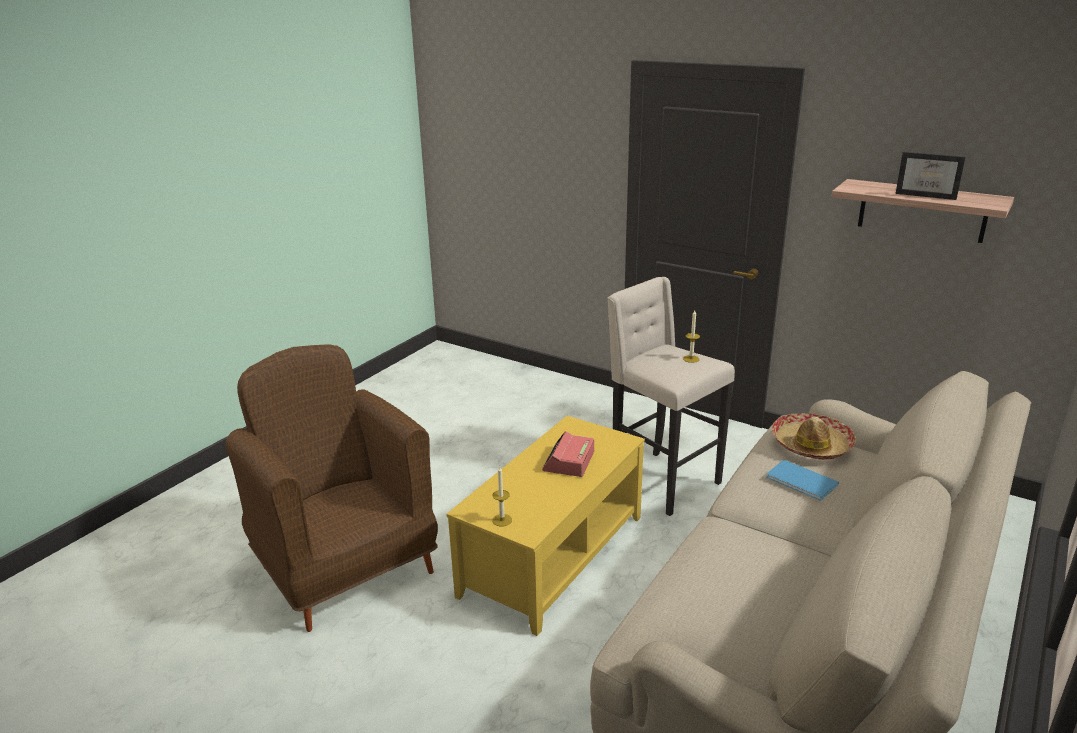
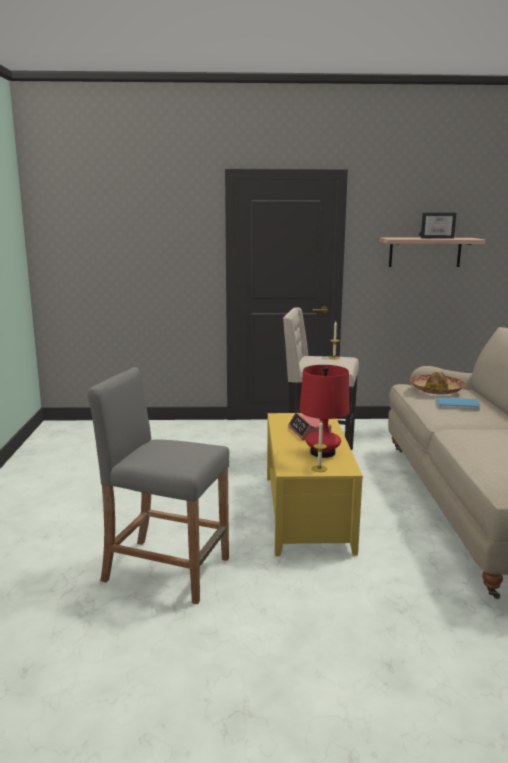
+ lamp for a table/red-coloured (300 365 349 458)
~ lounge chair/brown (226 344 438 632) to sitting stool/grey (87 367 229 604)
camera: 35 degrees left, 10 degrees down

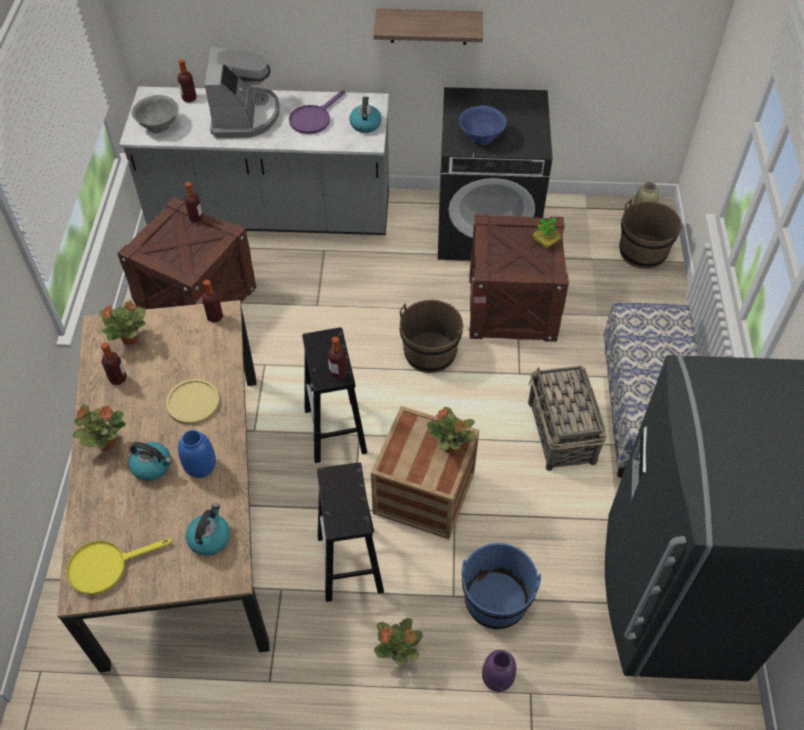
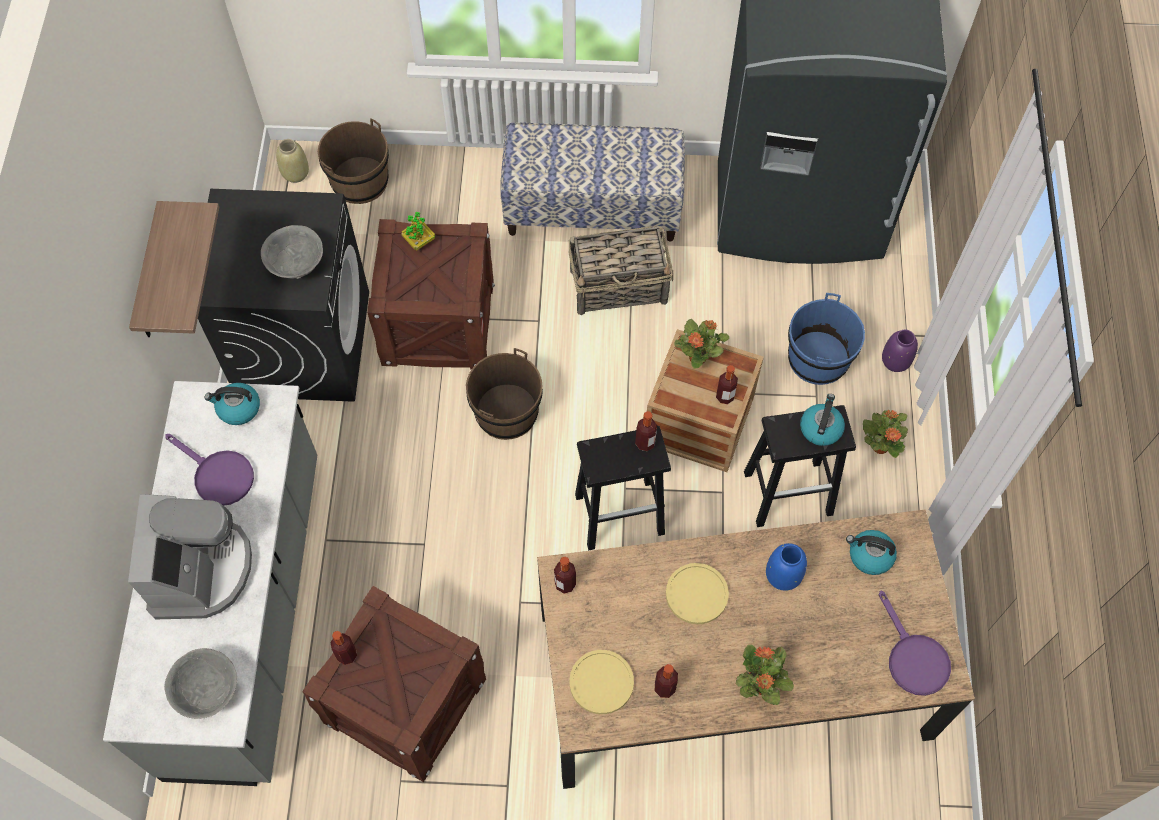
~ kettle (128 442 172 481) to (800 394 845 446)
~ bottle (178 59 197 103) to (716 365 738 404)
~ houseplant (99 300 146 345) to flat dish/yellowish (570 650 634 714)
~ pan/yellowish (66 538 172 595) to pan/purple (879 590 951 696)
~ serving bowl/bluish (459 105 507 145) to serving bowl/grey (261 225 323 279)
~ coffee machine (205 46 279 138) = (128 494 252 619) 90 degrees clockwise
camera: 90 degrees left, 10 degrees up

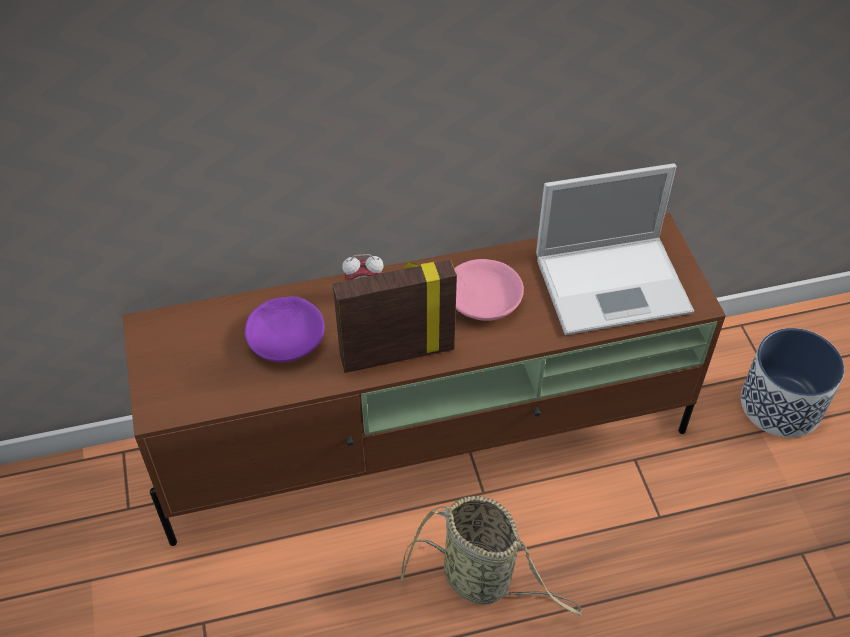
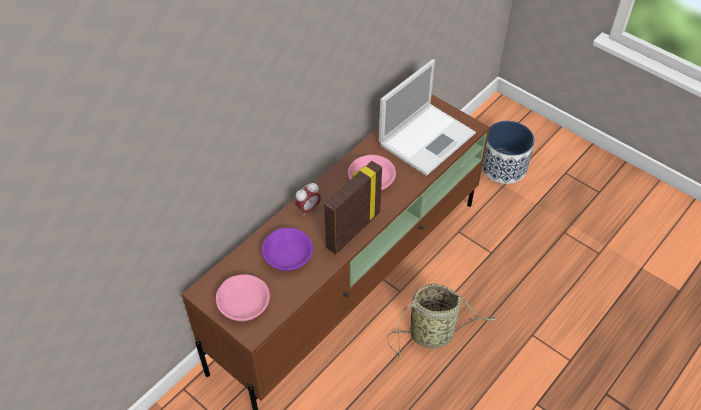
+ serving bowl/pink-coloured (216 274 270 321)
camera: 35 degrees left, 0 degrees up

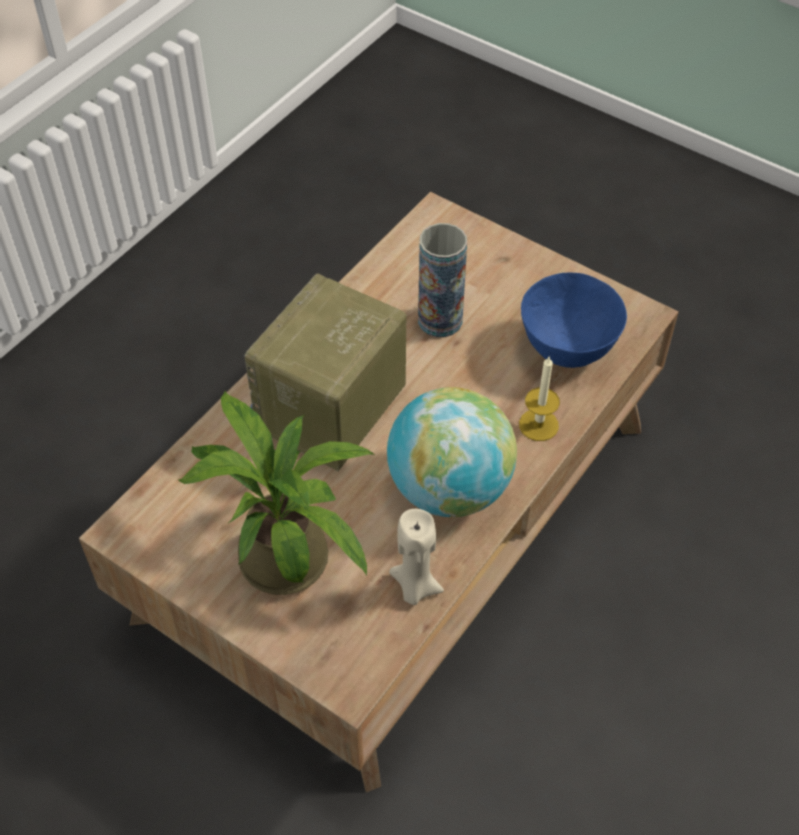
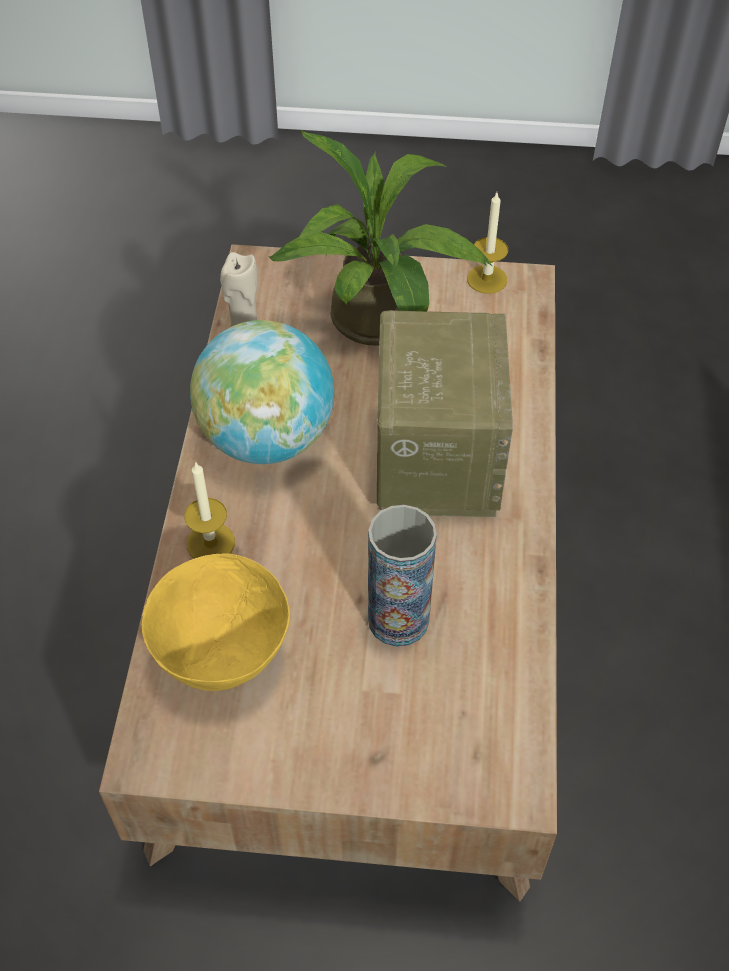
+ wax light (467 193 508 294)
~ serving bowl/bluish (521 273 627 368) to serving bowl/yellowish (142 553 290 691)
camera: 150 degrees right, 0 degrees up

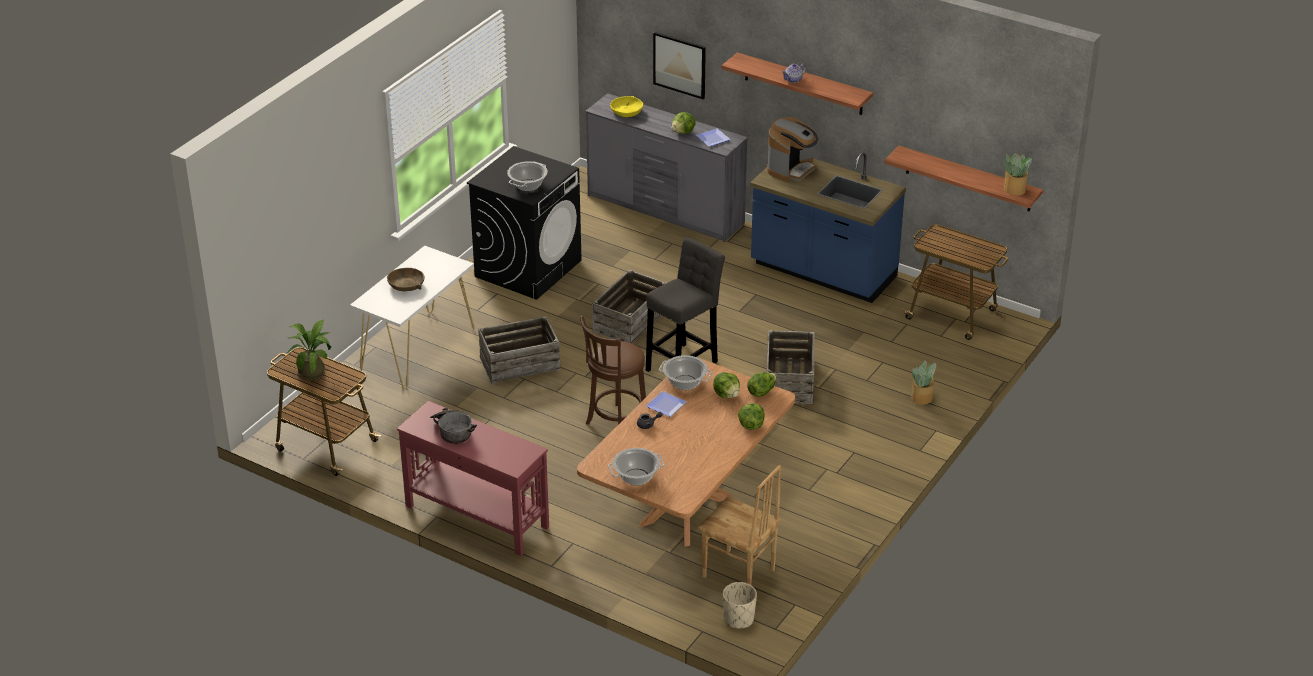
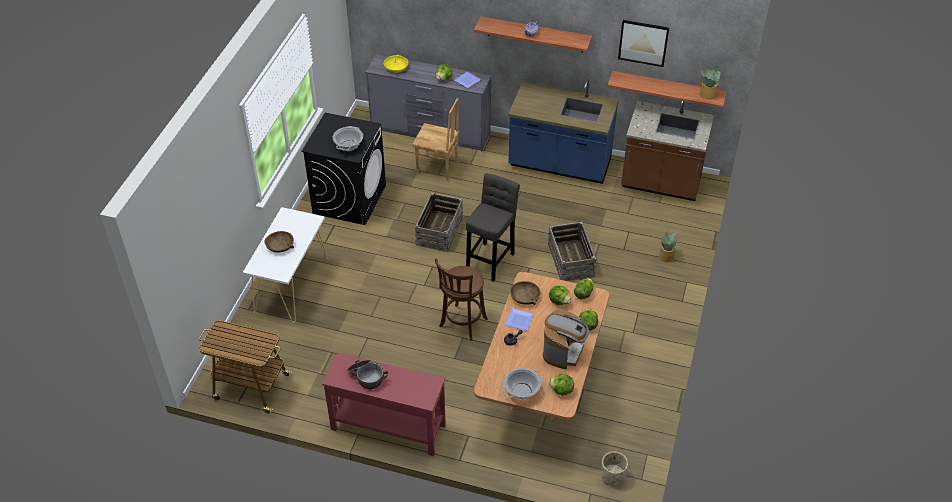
- houseplant (287 320 331 381)
- packing crate (478 316 560 384)
+ lettuce (549 374 574 396)
~ wall picture (653 32 706 99) to (618 20 669 67)
~ plain chair/brown (698 465 781 585) to (412 98 459 181)
~ coffee machine (767 117 818 182) to (543 309 589 369)
~ cooking pot (659 355 712 390) to serving bowl/brown (510 281 541 305)
~ cart (902 224 1008 340) to kitchen base unit/brown (621 101 714 201)
camera: 15 degrees left, 10 degrees up

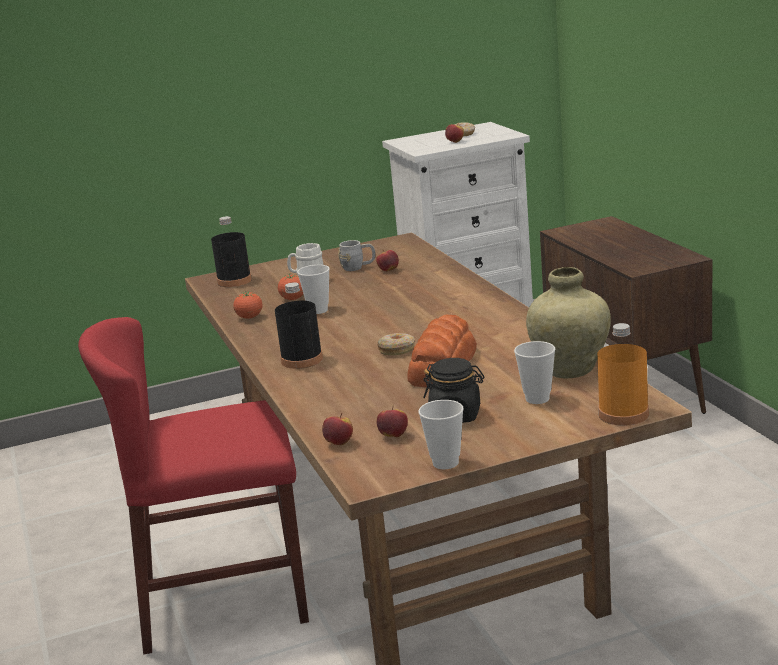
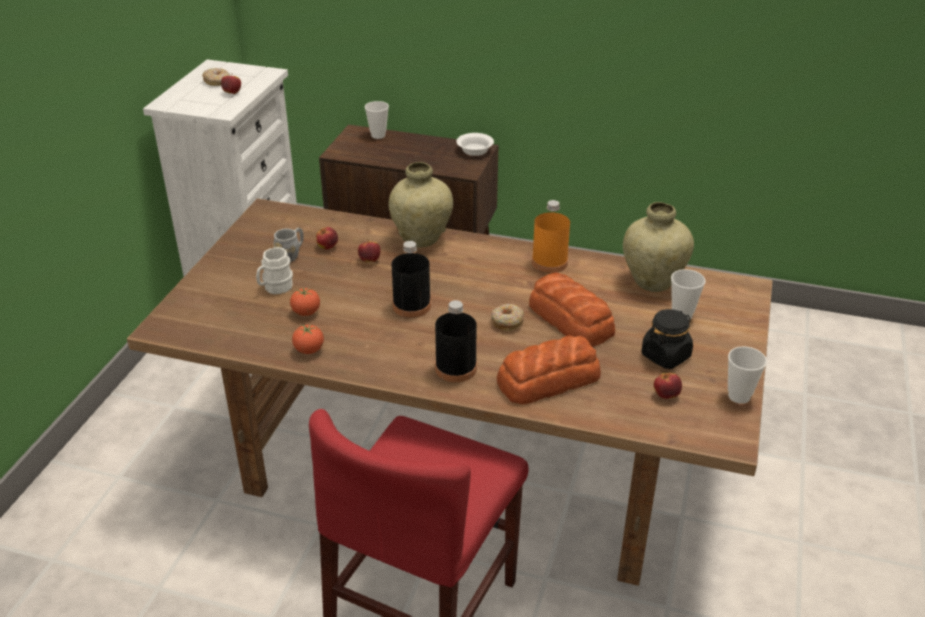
+ decorative vase/beige-coloured (388 162 453 248)
+ serving bowl/white-coloured (456 133 494 156)
+ bread (497 335 601 405)
~ bottle/black (211 216 252 287) to (392 241 431 318)
~ small cup (297 265 330 314) to (365 101 389 139)
~ apple fruit (322 413 353 445) to (358 239 380 262)
~ bottle/orange (597 323 649 426) to (532 200 570 273)
camera: 55 degrees left, 15 degrees up

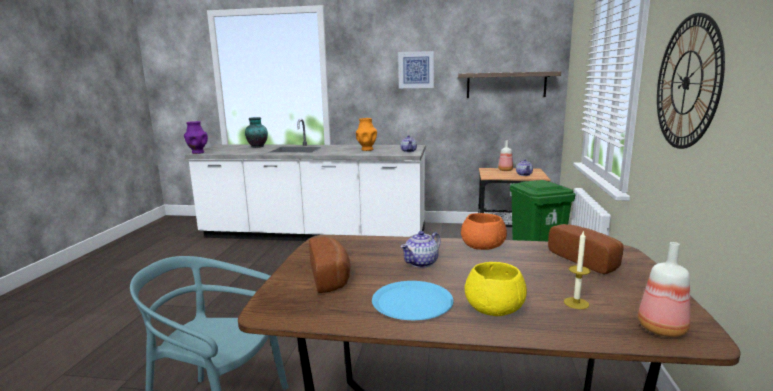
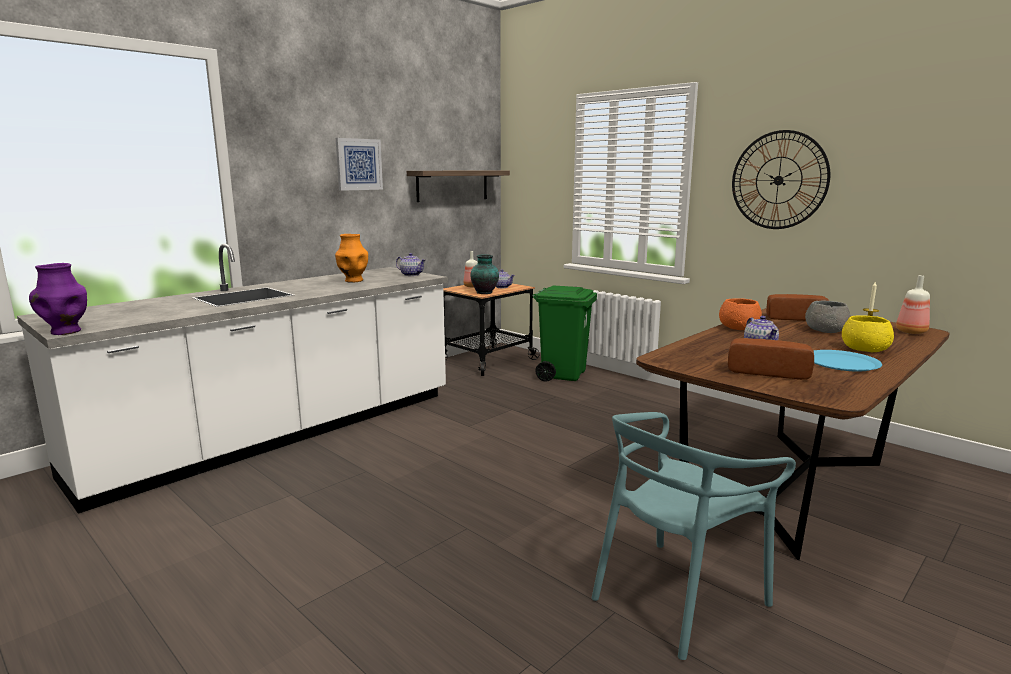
+ serving bowl/grey (805 301 850 333)
~ decorative vase (245 117 268 148) to (470 254 499 294)
camera: 55 degrees left, 0 degrees up

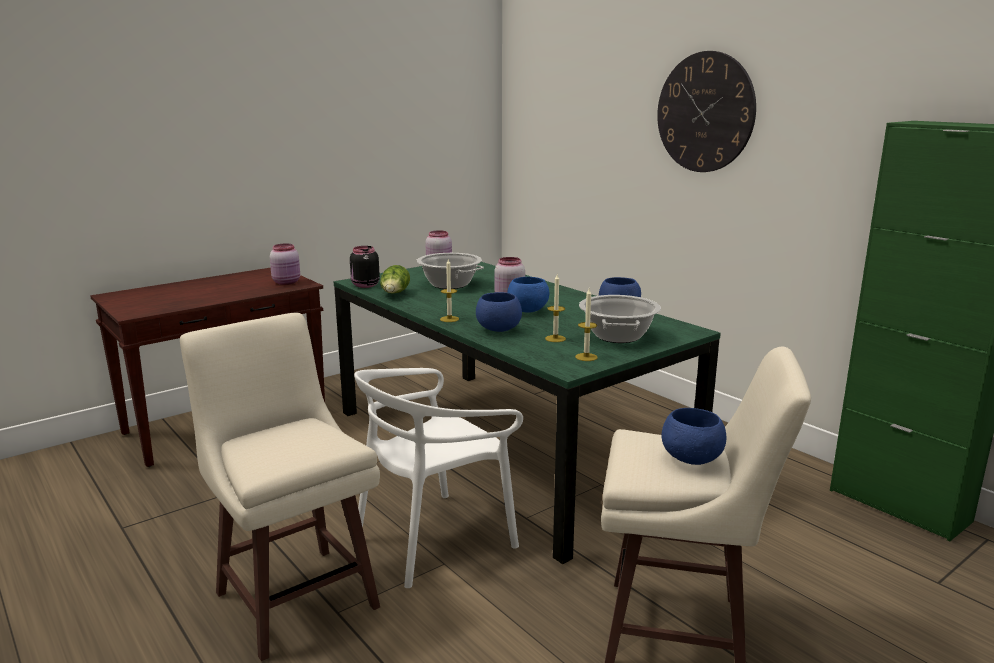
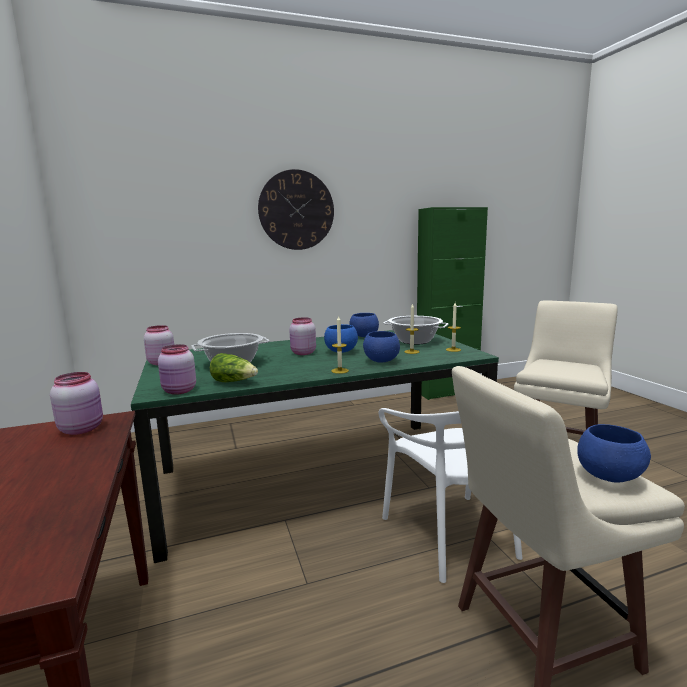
~ serving bowl/bluish (662 408 726 465) to (577 424 651 483)
~ storage jar/black (350 246 380 288) to storage jar/pink-coloured (158 344 196 395)
camera: 70 degrees left, 5 degrees down

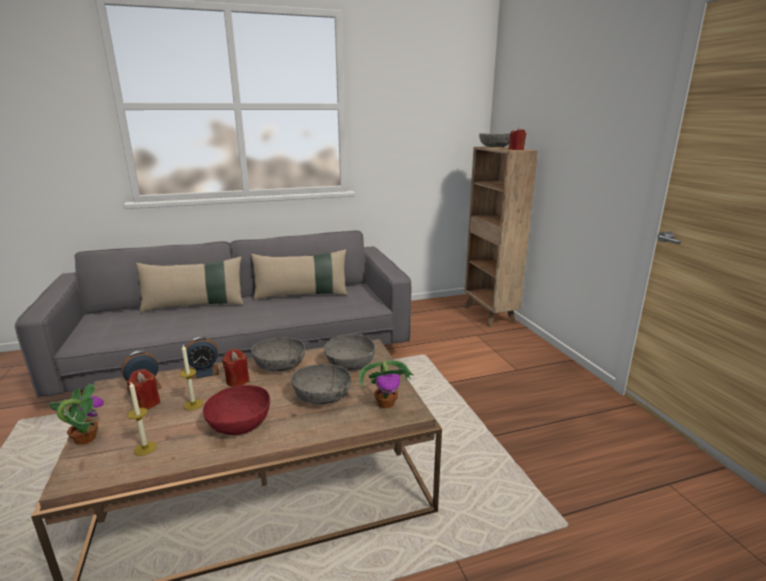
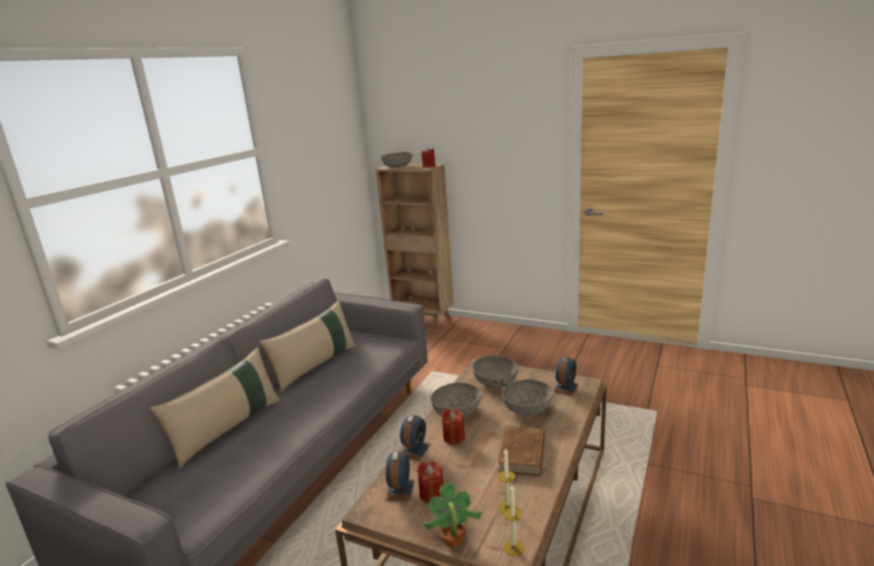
~ wax light (180 345 203 410) to (503 485 525 556)
~ serving bowl/red-coloured (203 385 270 435) to volume/brown (498 426 545 476)
~ houseplant (358 361 414 408) to alarm clock (554 356 579 396)
camera: 45 degrees left, 0 degrees up

